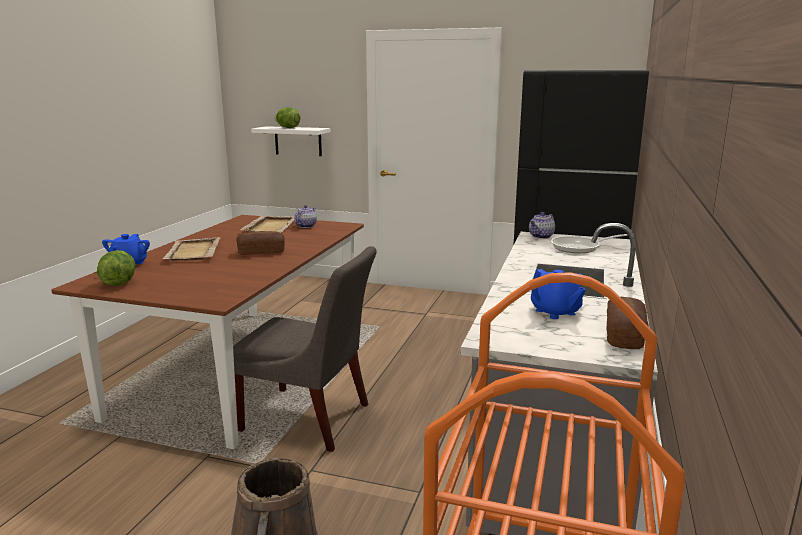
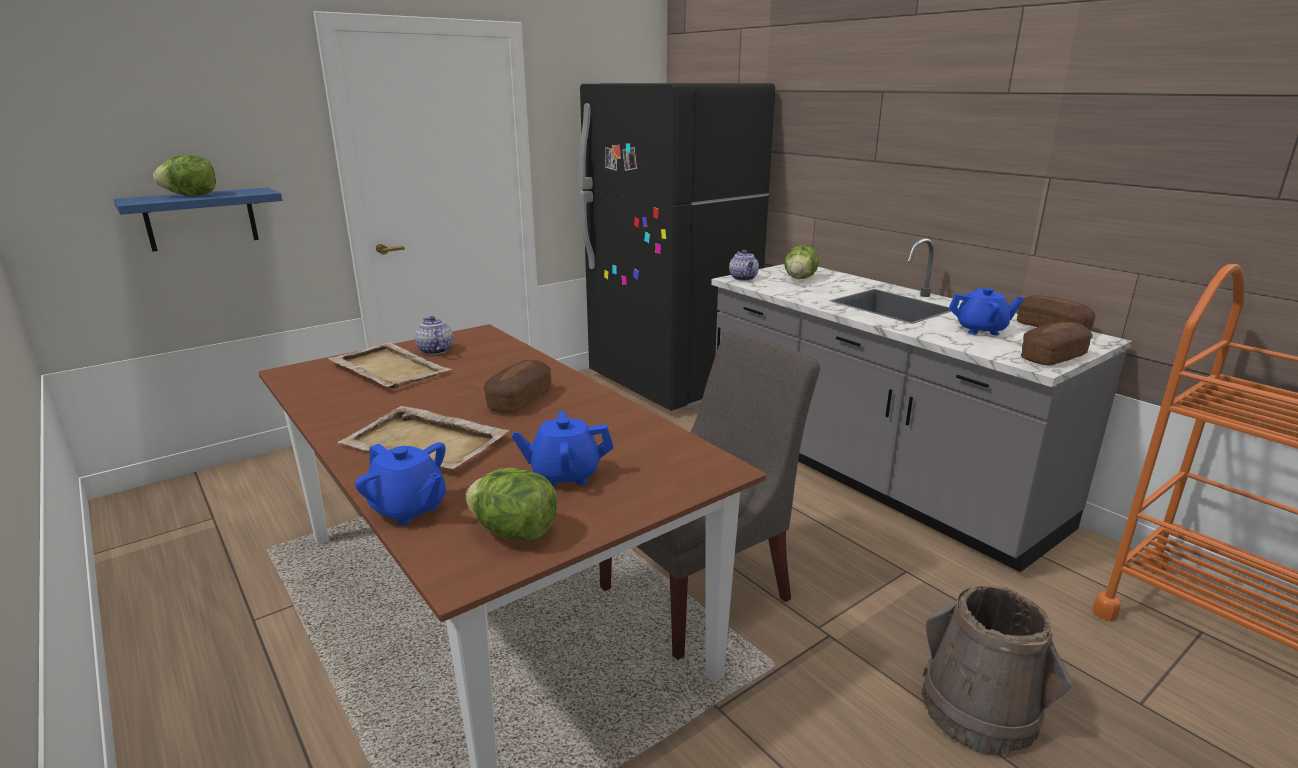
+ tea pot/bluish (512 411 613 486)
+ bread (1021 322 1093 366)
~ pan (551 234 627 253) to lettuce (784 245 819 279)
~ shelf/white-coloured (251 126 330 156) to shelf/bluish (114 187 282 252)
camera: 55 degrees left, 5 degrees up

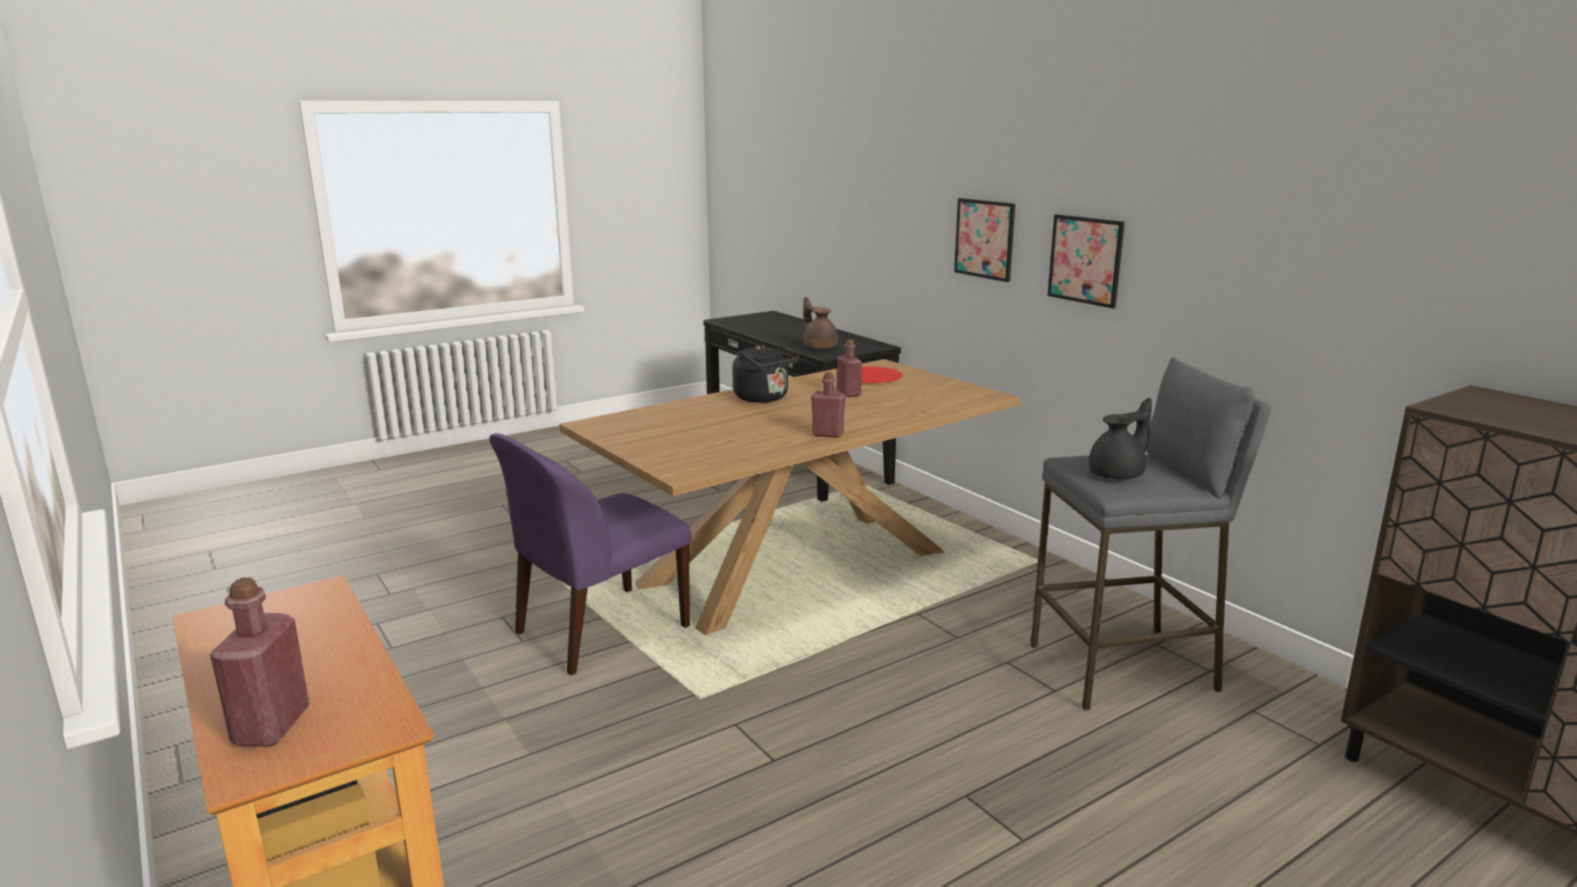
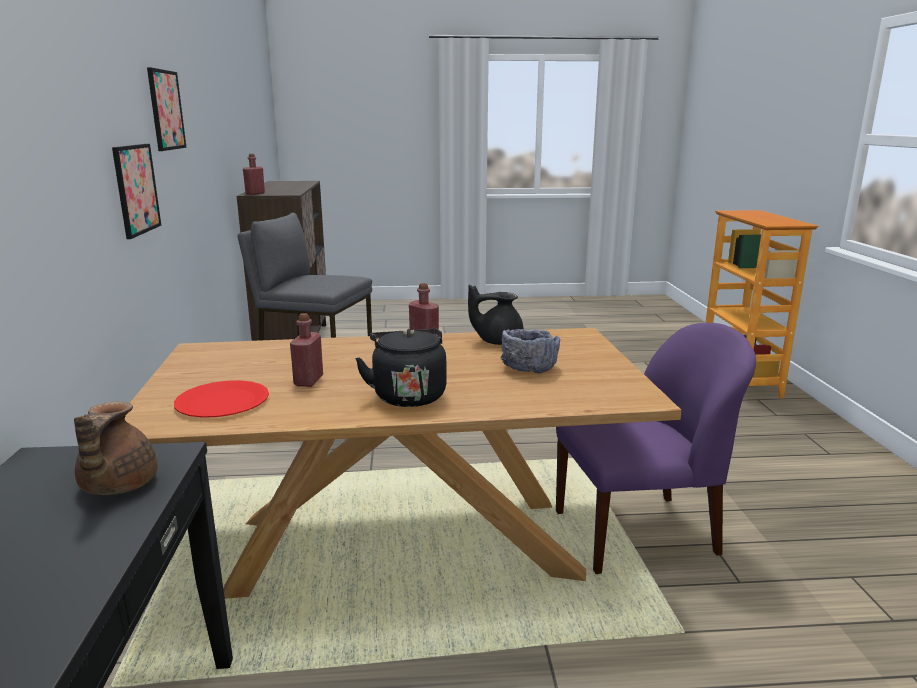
+ serving bowl/grey (501 329 560 373)
~ bottle/red-coloured (210 578 310 747) to (243 154 265 195)
~ wall picture (954 198 1015 282) to (147 67 187 151)
~ tea pot/black (1089 398 1152 479) to (468 285 524 345)
camera: 150 degrees left, 0 degrees up

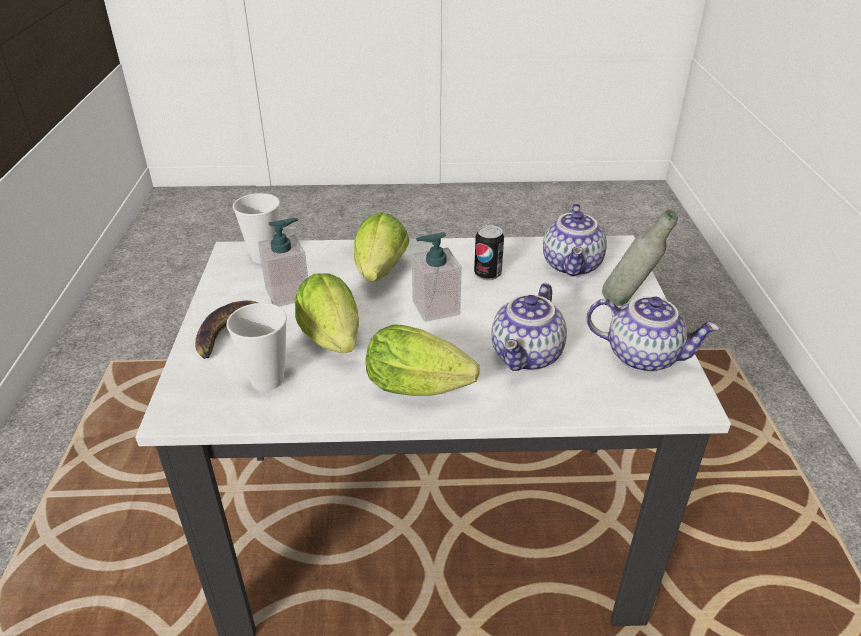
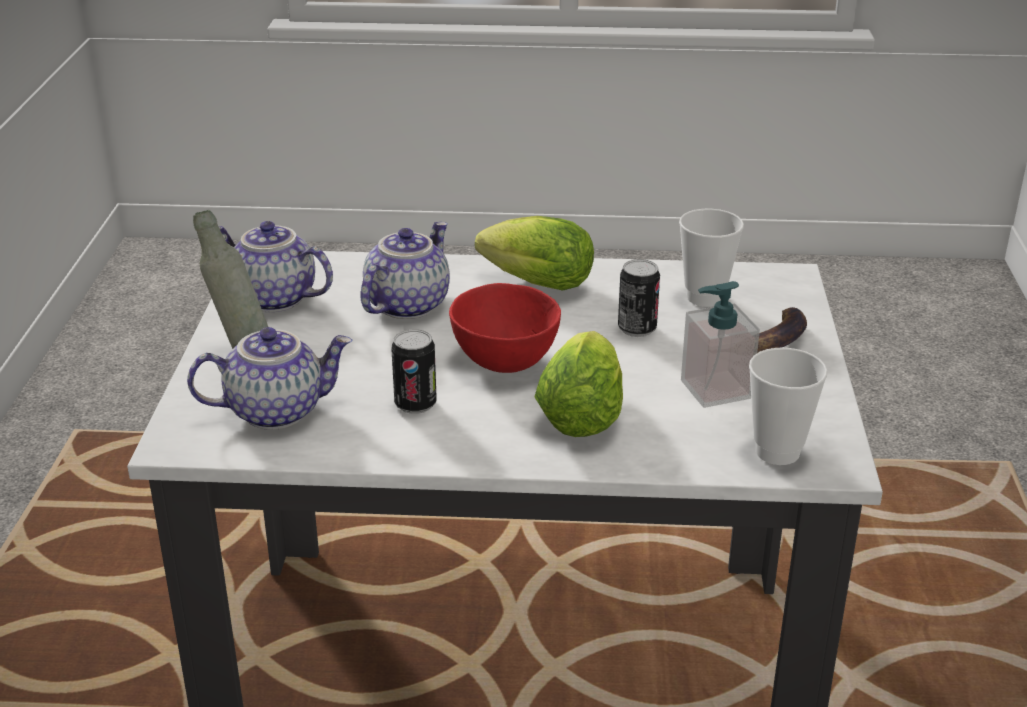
~ lettuce (294 273 359 353) to sealed can (618 259 660 337)
~ soap dispenser (412 232 462 322) to serving bowl/red-coloured (449 283 561 373)
~ tea pot (543 203 607 276) = (187 327 353 430) 60 degrees clockwise
camera: 175 degrees left, 5 degrees down

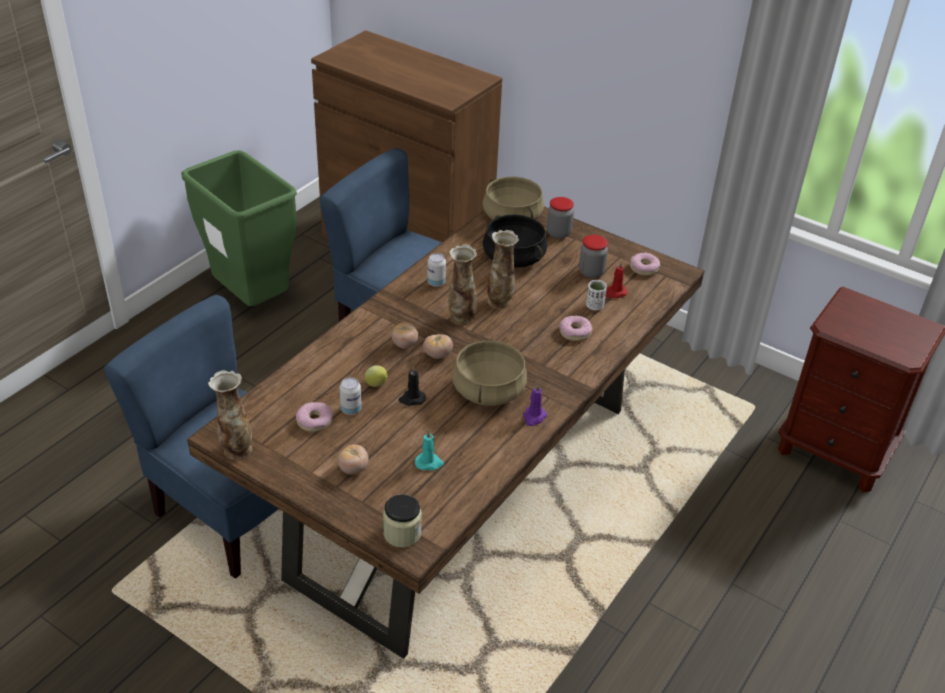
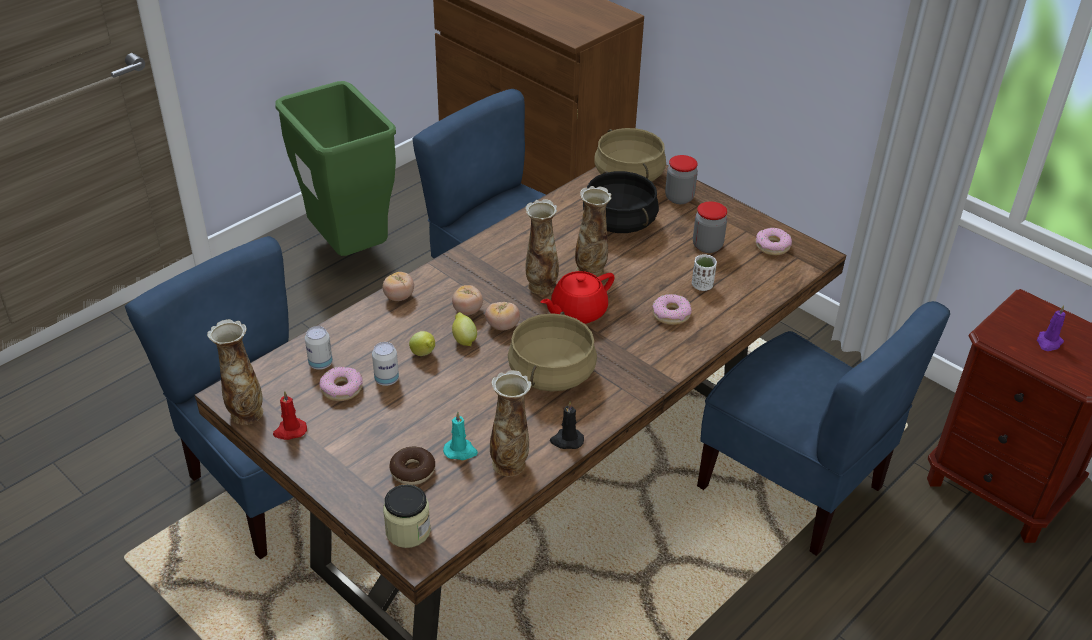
+ ring doughnut (389 447 435 485)
+ citrus fruit (452 312 477 346)
+ decorative vase (490 370 532 476)
+ tea pot/red-coloured (540 271 615 324)
+ plain chair/bluish (697 301 950 556)
~ fresh tomato (338 444 368 475) to (383 272 414 301)
~ wax light/black (399 366 426 406) to (550 401 584 449)
~ sealed can (427 253 446 287) to (305 326 333 370)
~ wax light/purple (523 384 547 426) to (1037 305 1065 351)
~ wax light/red-coloured (606 262 627 298) to (273 391 307 440)
camera: 10 degrees right, 0 degrees up

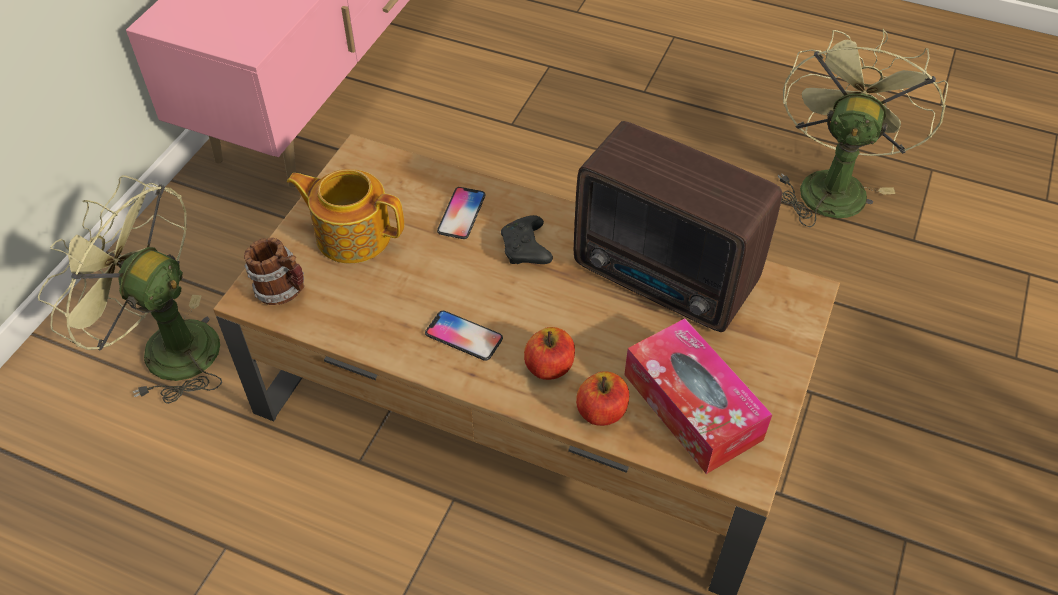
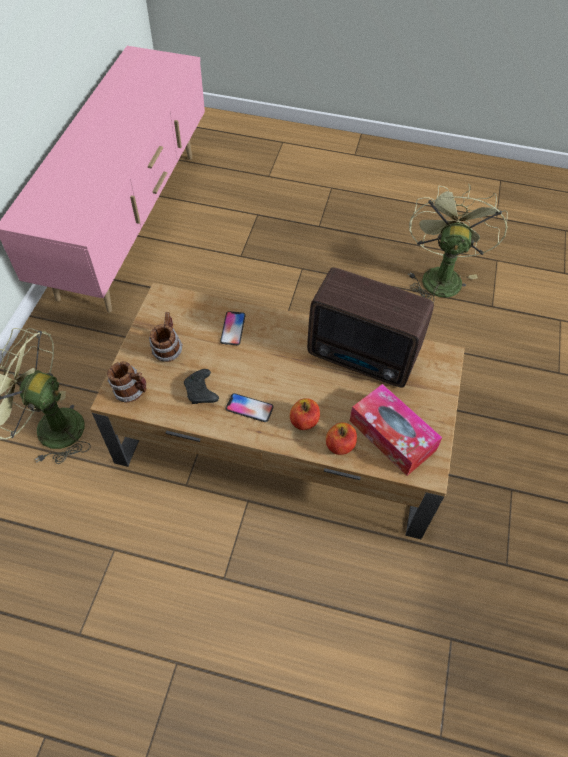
~ joypad/black (501 215 553 264) to (184 369 219 404)
~ tea pot (287 169 404 263) to mug (149 312 183 362)
camera: 10 degrees left, 5 degrees up

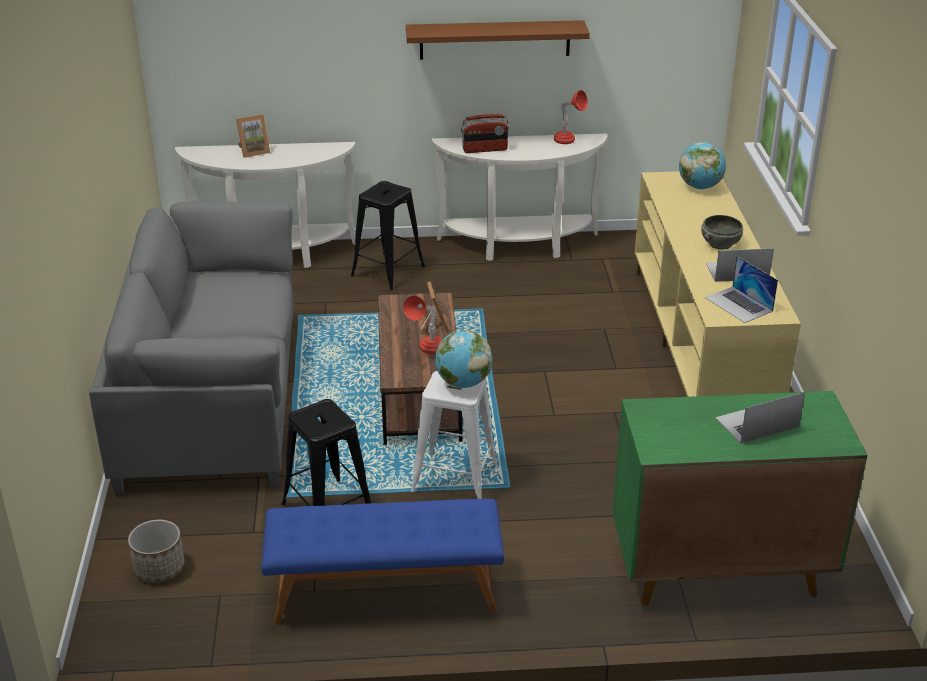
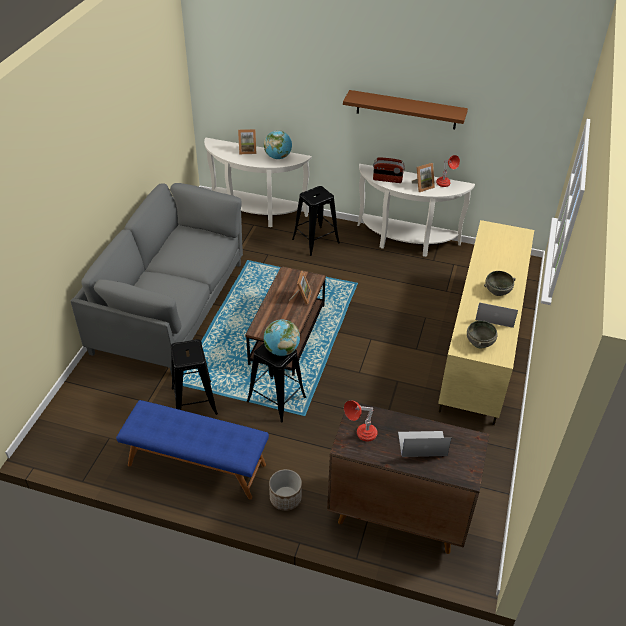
+ photo frame (412 163 435 192)
~ flower pot (128 520 185 583) to (269 469 302 511)
~ lamp for a table/red-coloured (403 296 442 354) to (344 400 378 442)
~ world globe (679 142 726 189) to (264 130 292 159)
~ laptop (705 256 778 323) to serving bowl/grey (467 321 498 348)
~ sitting stool/white-coloured (411 371 497 499) to sitting stool/black (247 343 306 422)
~ storage cabinet/green (612 391 868 606) to storage cabinet/brown (327 400 489 554)
camera: 20 degrees right, 10 degrees up

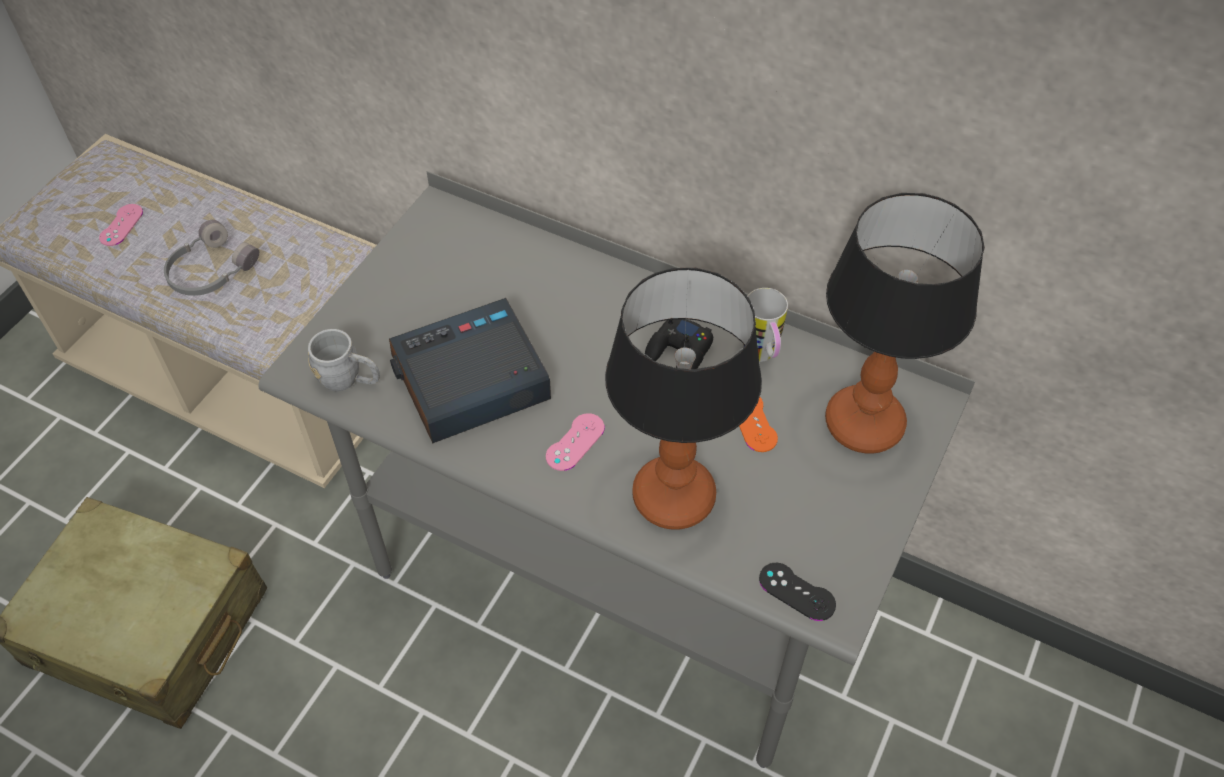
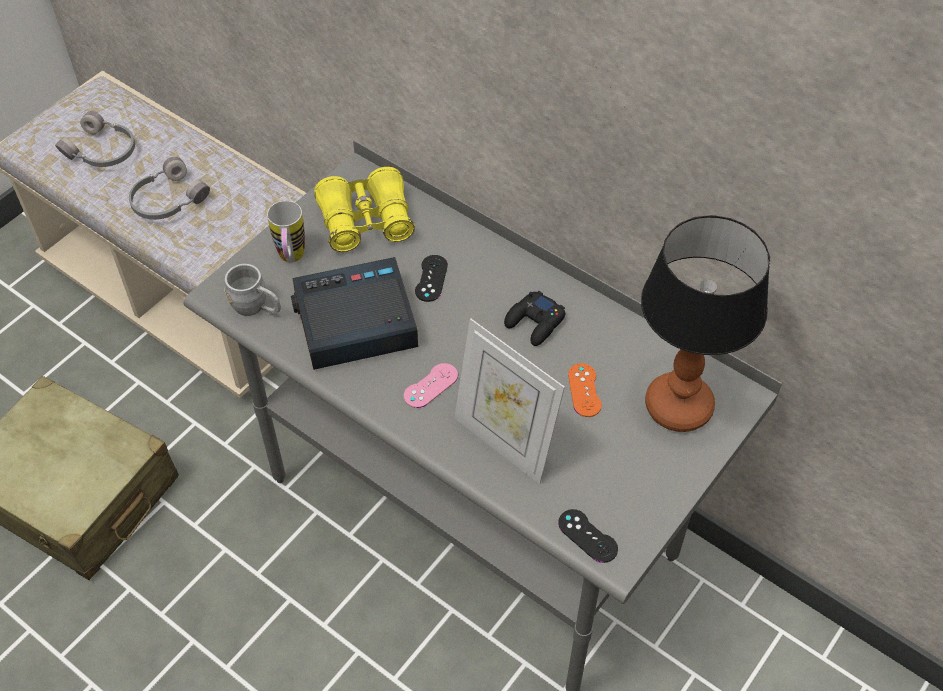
+ pair of binoculars/yellowish (314 167 415 252)
+ joypad/black (415 255 448 302)
~ mug (744 288 788 362) to (267 201 305 262)
~ joypad/pink-coloured (99 204 143 246) to pair of headphones/grey (55 111 135 167)
~ lamp for a table (605 268 762 530) to photo frame (454 318 565 484)
camera: 10 degrees right, 0 degrees up

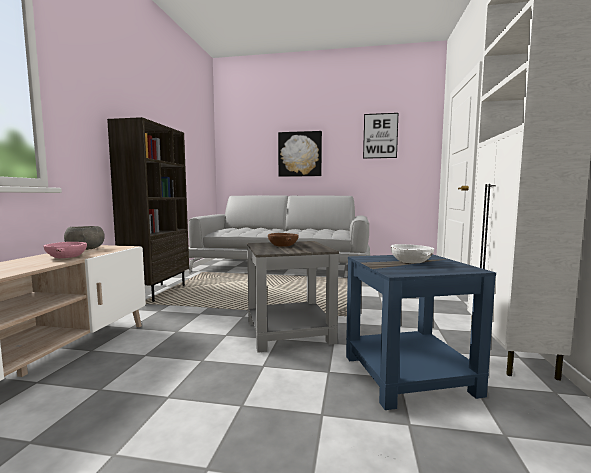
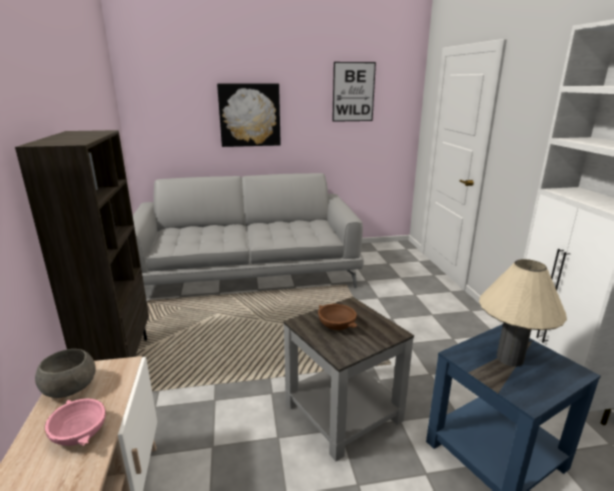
~ serving bowl/white-coloured (390 244 434 263) to lamp for a table/beige-coloured (479 259 567 367)
camera: 20 degrees left, 15 degrees up

